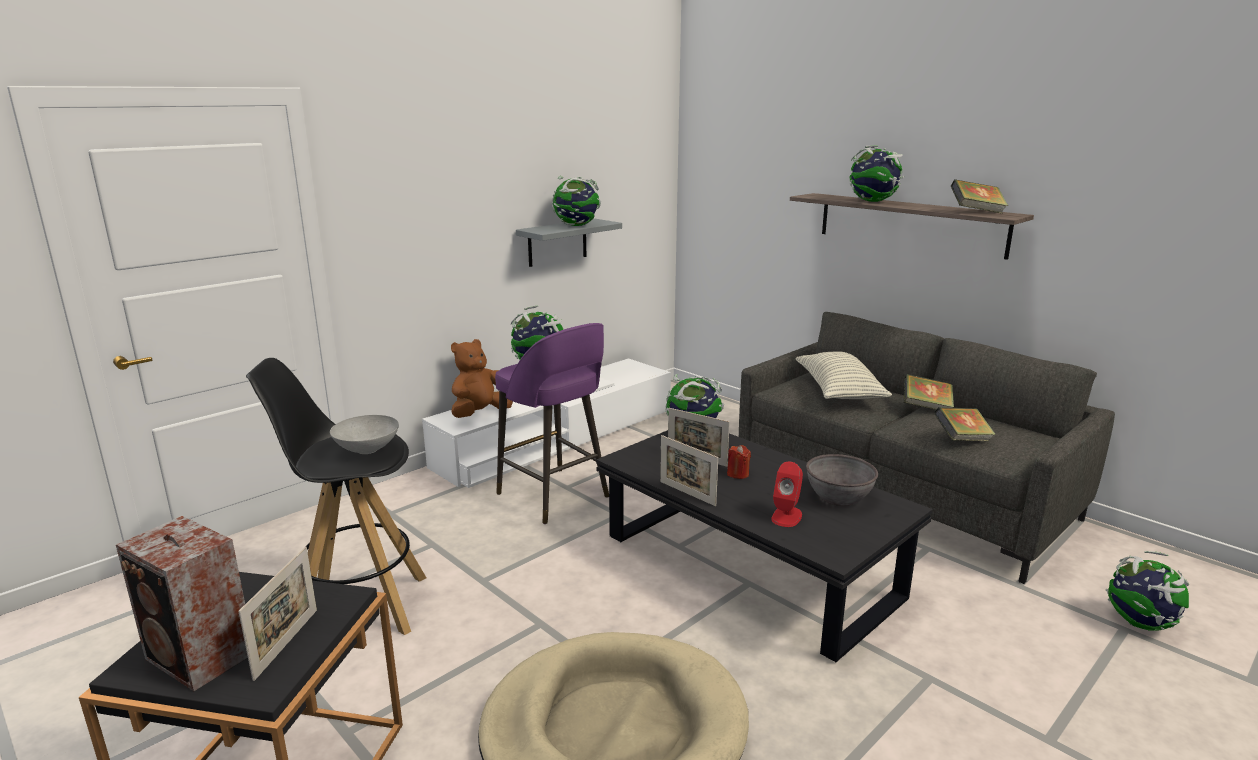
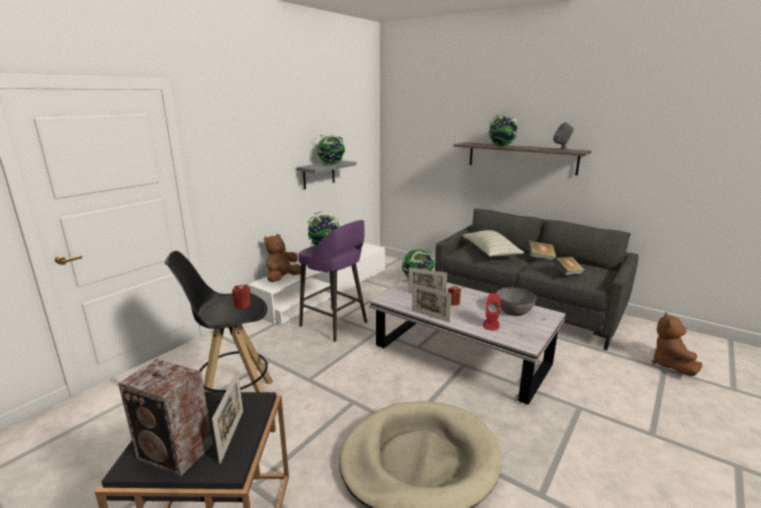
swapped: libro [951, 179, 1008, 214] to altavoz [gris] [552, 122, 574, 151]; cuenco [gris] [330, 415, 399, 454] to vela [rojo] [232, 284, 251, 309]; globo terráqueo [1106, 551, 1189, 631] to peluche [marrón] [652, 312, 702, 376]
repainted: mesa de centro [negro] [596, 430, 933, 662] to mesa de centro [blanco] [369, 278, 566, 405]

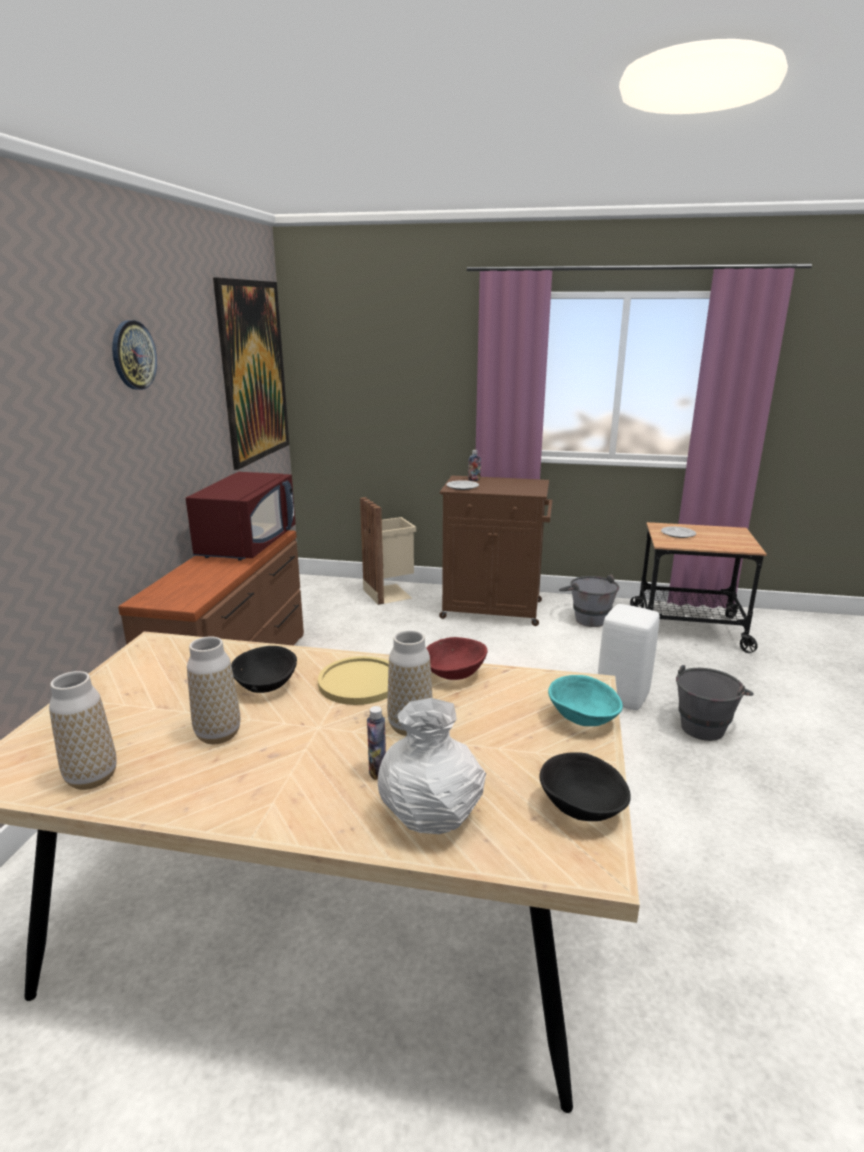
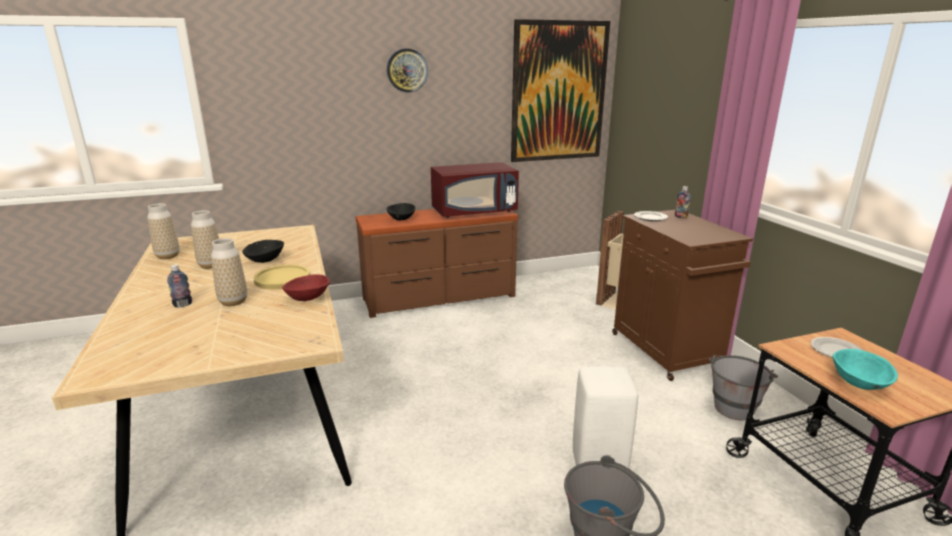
gone: florero [blanco] [378, 698, 486, 834]
shifted: cuenco [turquesa] [548, 675, 623, 726] to [833, 349, 898, 390]; cuenco [negro] [539, 752, 631, 821] to [386, 203, 416, 220]

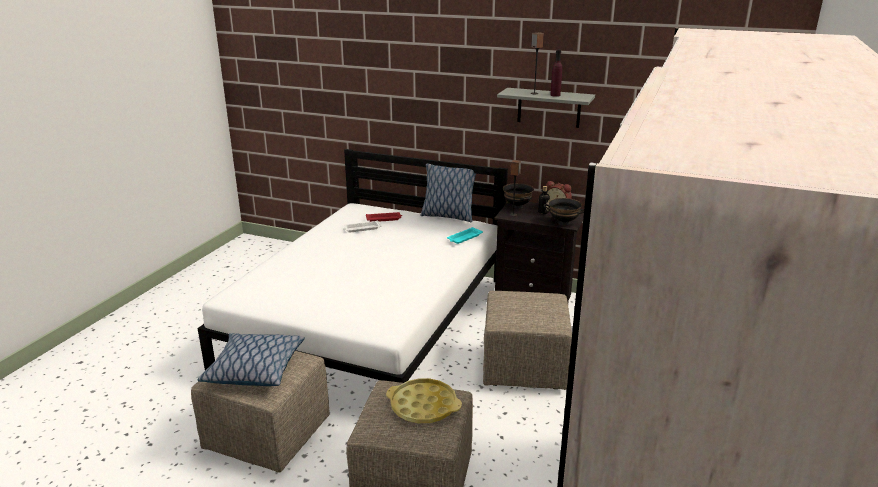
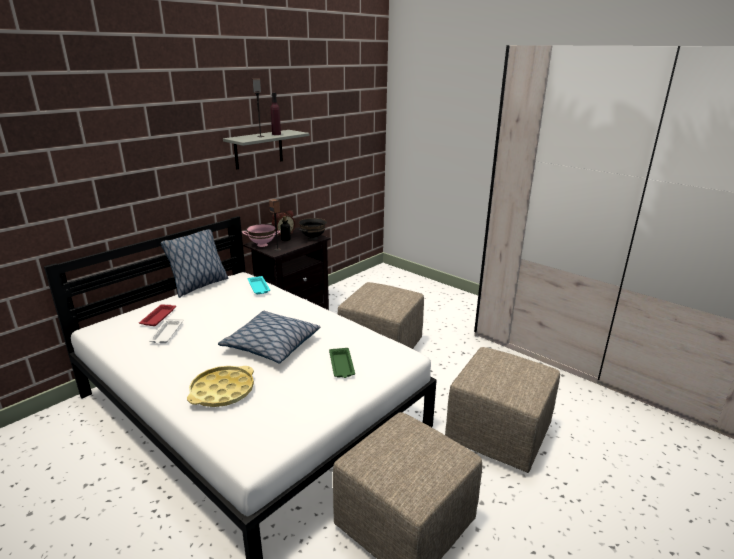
new: bandeja [verde] [329, 348, 355, 378]
shifted: cojín [198, 333, 305, 386] to [218, 311, 320, 364]; bandeja [amarillo] [386, 378, 462, 423] to [187, 366, 254, 407]
repainted: cuenco [negro] [503, 183, 534, 209] to cuenco [rosa] [242, 224, 281, 247]

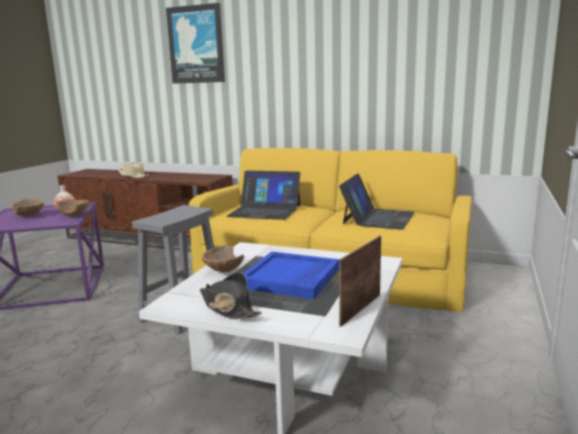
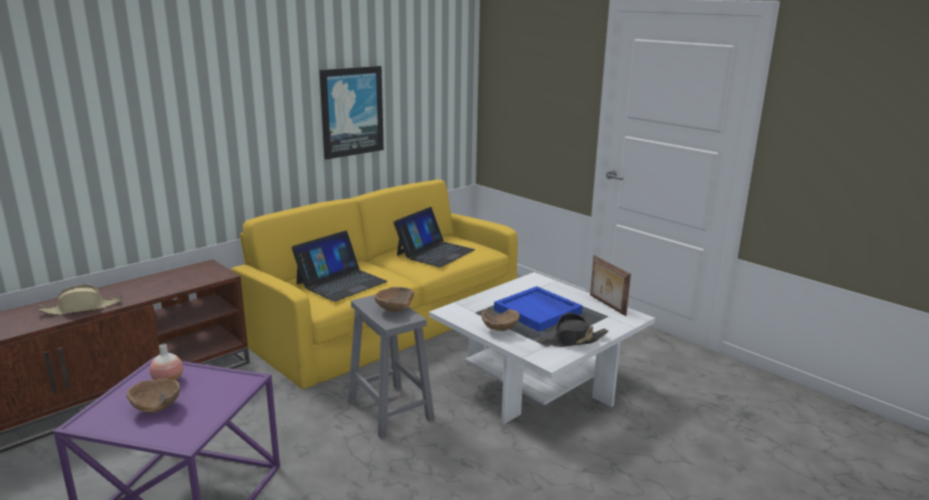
shifted: cuadro [166, 3, 225, 84] to [320, 66, 384, 160]; cuenco [marrón] [56, 199, 90, 217] to [374, 287, 414, 312]
rotated: portátil [339, 173, 414, 230] = [393, 207, 475, 267] 75 degrees clockwise

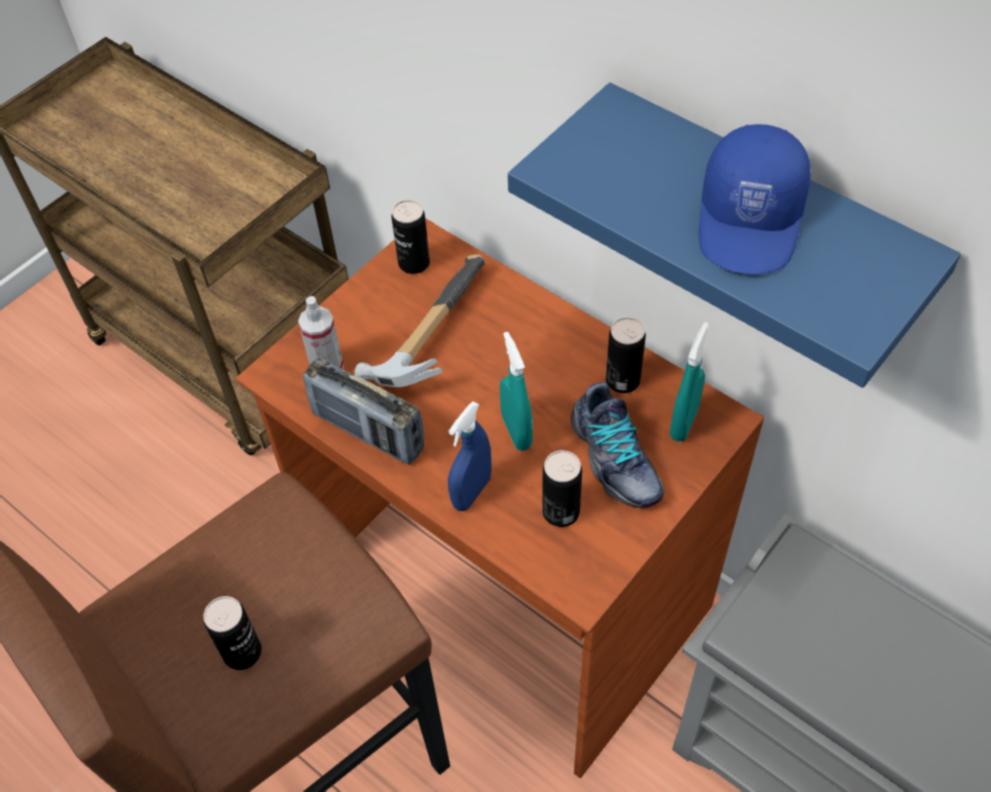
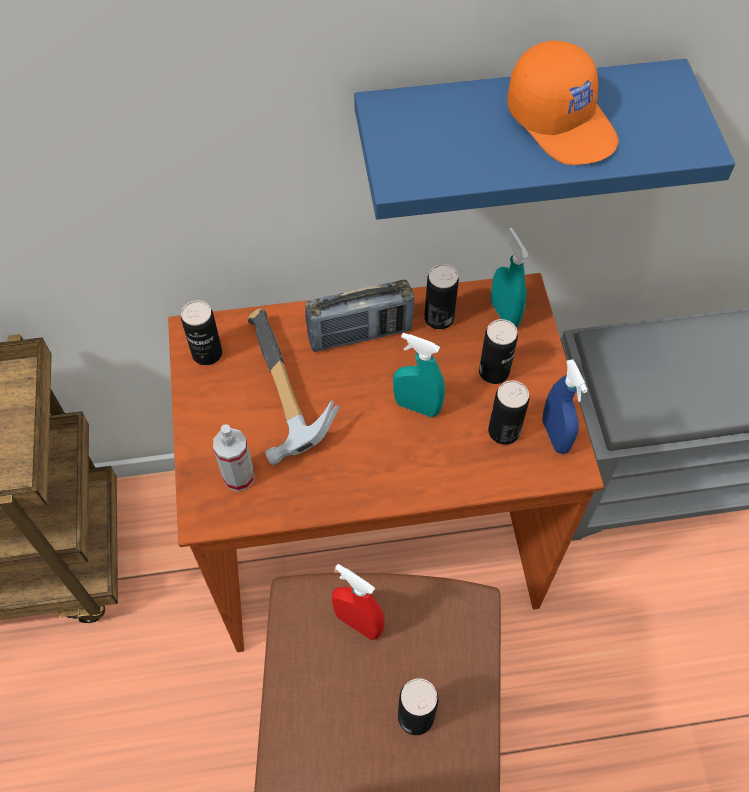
new: pulverizador [rojo] [332, 564, 385, 640]
shifted: radio [303, 358, 424, 465] to [305, 280, 414, 352]; pulverizador [azul] [448, 401, 492, 511] to [542, 359, 588, 454]
swapped: zapato [571, 382, 664, 508] to lata [479, 319, 518, 384]
repainted: gorra [azul] [699, 124, 811, 274] to gorra [naranja] [507, 40, 619, 165]

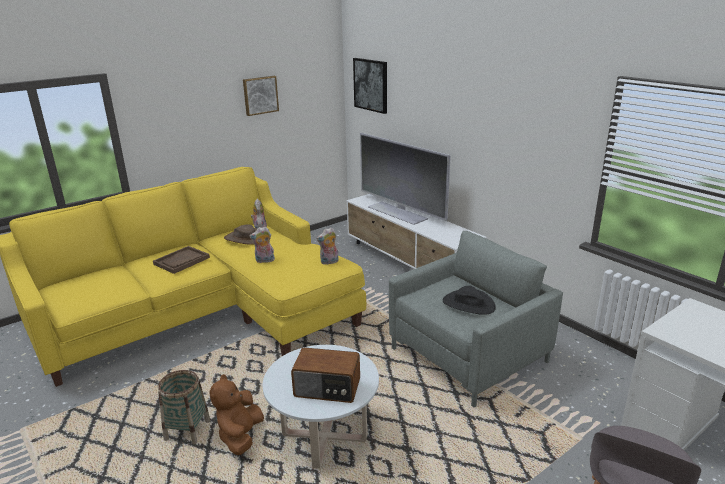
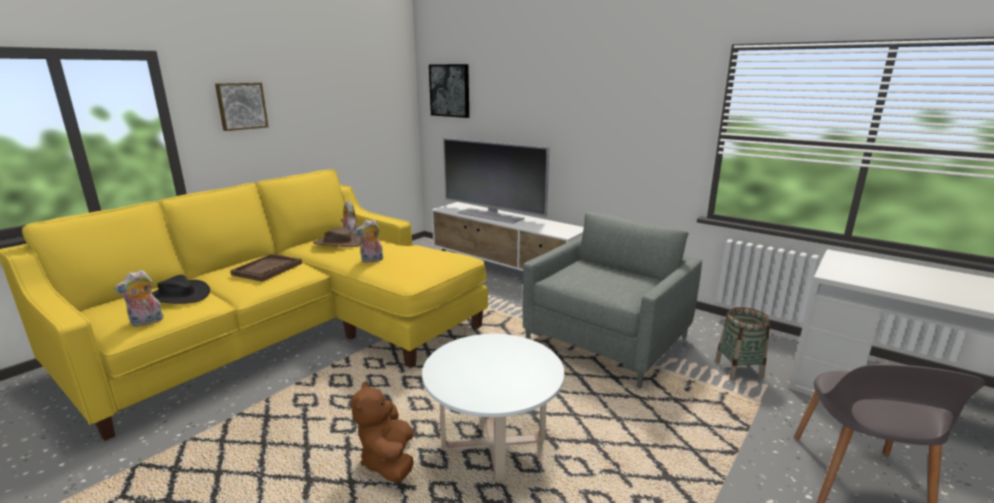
gone: radio [291, 347, 360, 403]
shifted: cuadro [243, 76, 279, 116] to [215, 83, 268, 131]; peluche [316, 227, 339, 265] to [114, 270, 164, 327]; sombrero [negro] [443, 286, 496, 315] to [152, 275, 210, 304]; cesta [158, 370, 210, 444] to [715, 307, 770, 380]

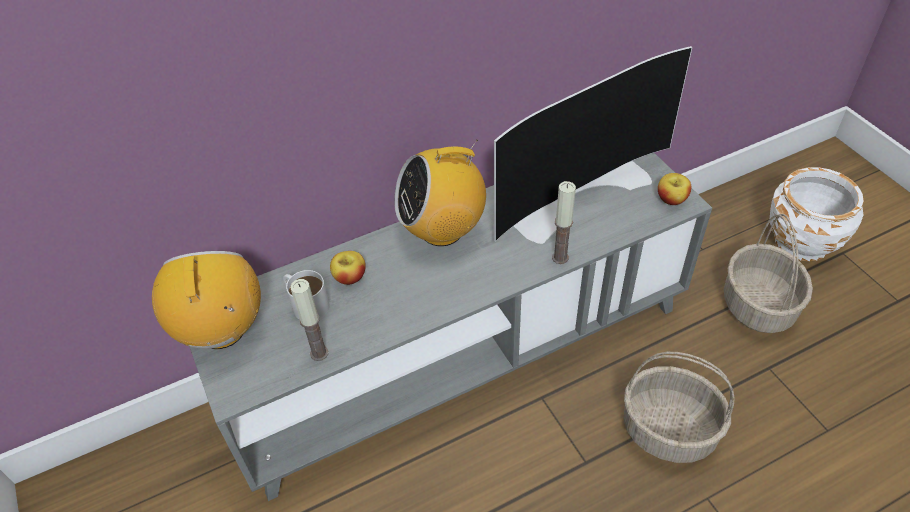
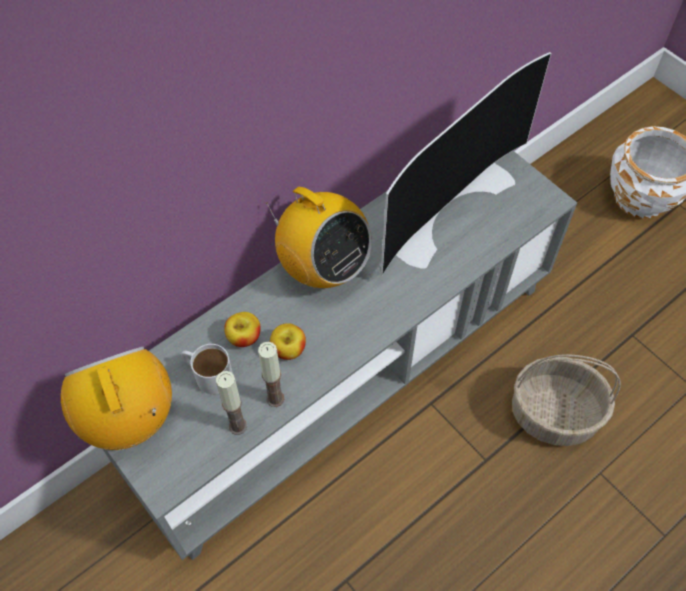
gone: cesta [724, 214, 813, 333]
shifted: manzana [658, 173, 691, 205] to [270, 323, 306, 360]; vela [552, 181, 576, 264] to [258, 342, 285, 407]
rotated: radio [394, 139, 486, 246] = [266, 187, 372, 288] 105 degrees counterclockwise

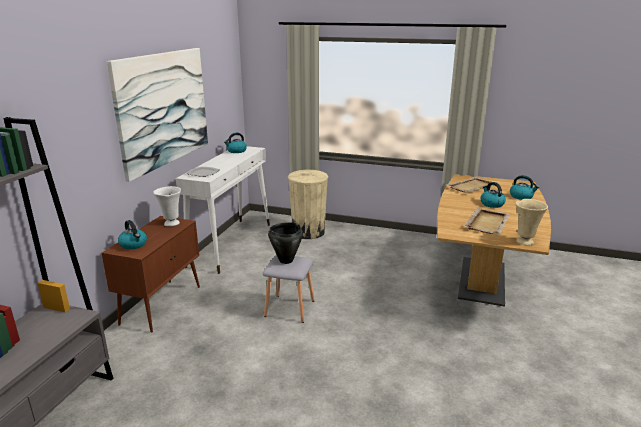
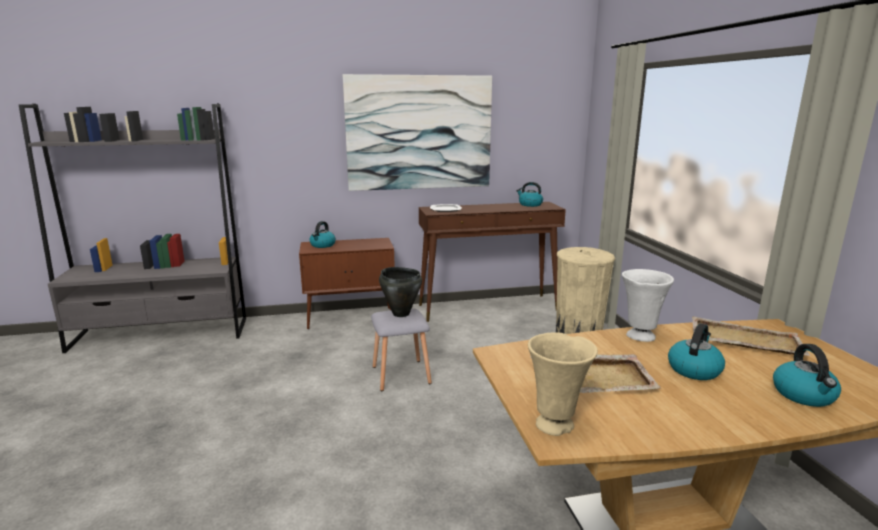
shifted: florero [blanco] [153, 186, 181, 226] to [622, 269, 674, 342]
repainted: mesa consola [blanco] [176, 146, 270, 274] to mesa consola [marrón] [419, 202, 566, 322]

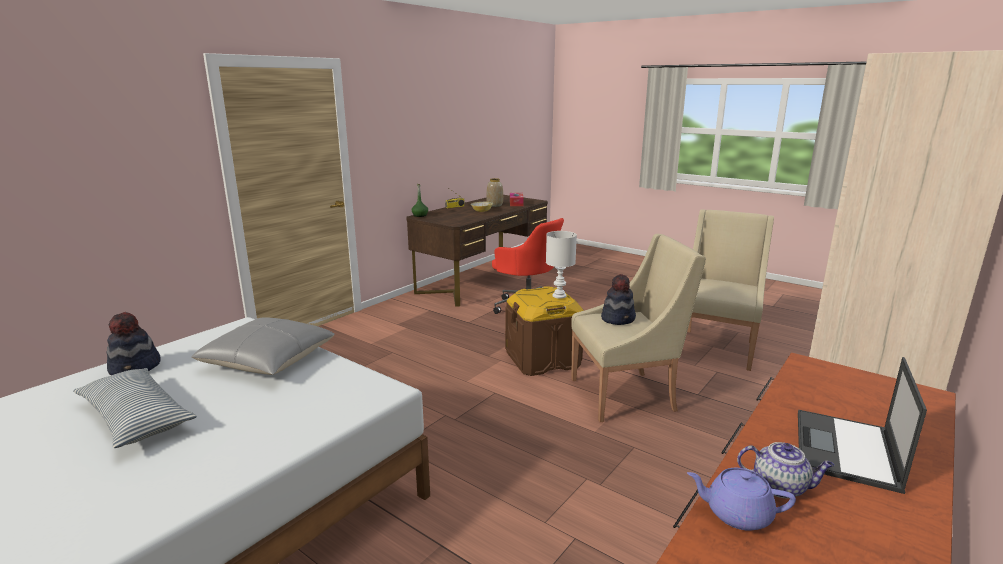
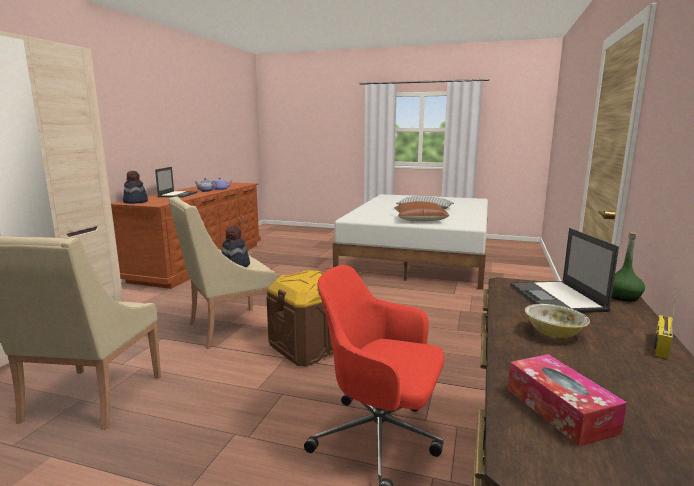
gone: florero [486, 178, 503, 207]; lámpara de mesa [blanco] [546, 231, 577, 299]
new: portátil [510, 228, 619, 313]
shifted: sombrero [107, 312, 160, 375] to [123, 171, 148, 204]
repainted: cojín [gris] [191, 317, 335, 375] to cojín [marrón] [394, 201, 449, 221]

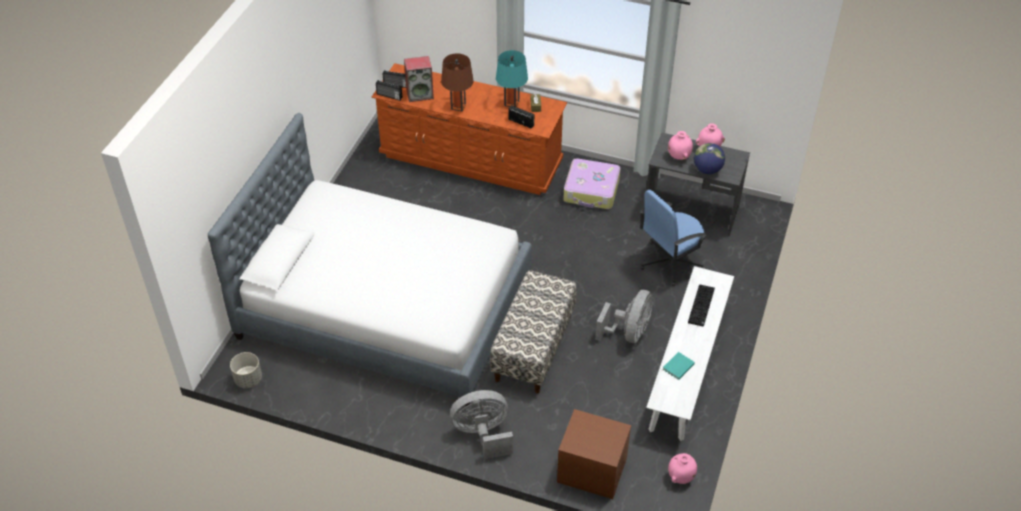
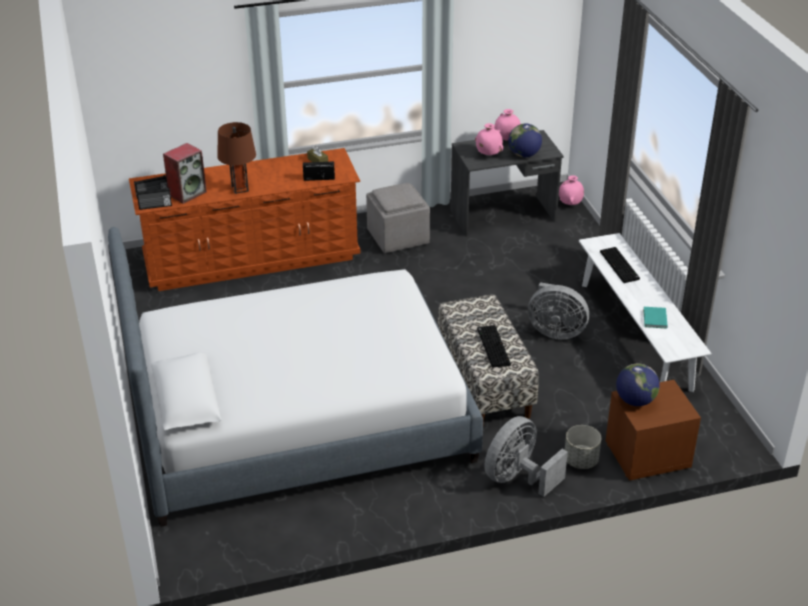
gone: lámpara de mesa [turquesa] [496, 50, 528, 107]; silla de oficina [azul] [640, 190, 708, 286]
new: teclado [477, 325, 511, 367]; globo terráqueo [616, 363, 660, 406]
shifted: maceta [gris] [230, 352, 262, 388] to [565, 425, 601, 469]; florero [rosa] [668, 453, 697, 484] to [559, 175, 584, 205]
swapped: maleta [563, 158, 620, 209] to puf [gris] [366, 183, 430, 253]
rotated: ventilador [gris] [595, 290, 652, 343] = [528, 282, 589, 340] 120 degrees clockwise

